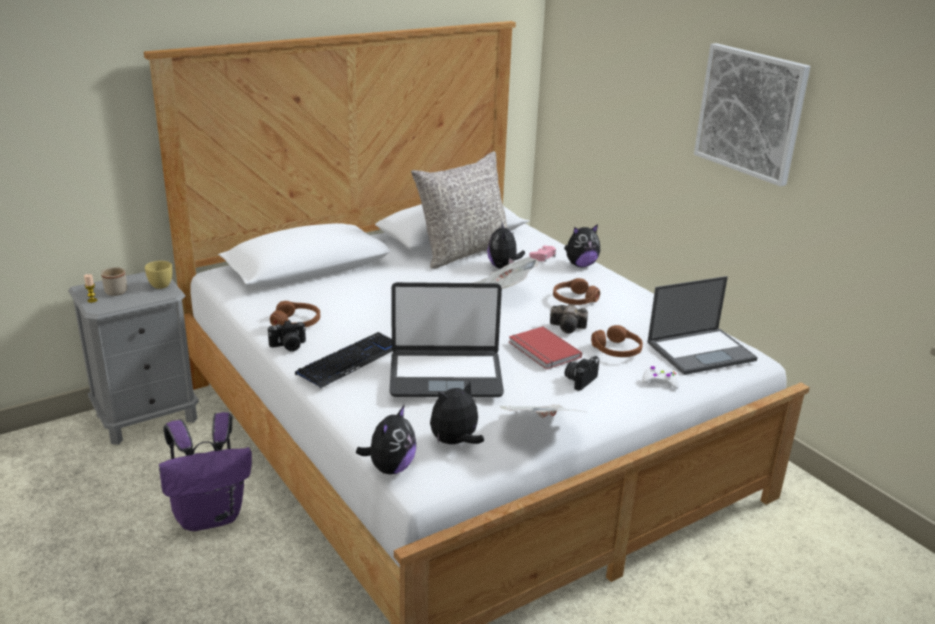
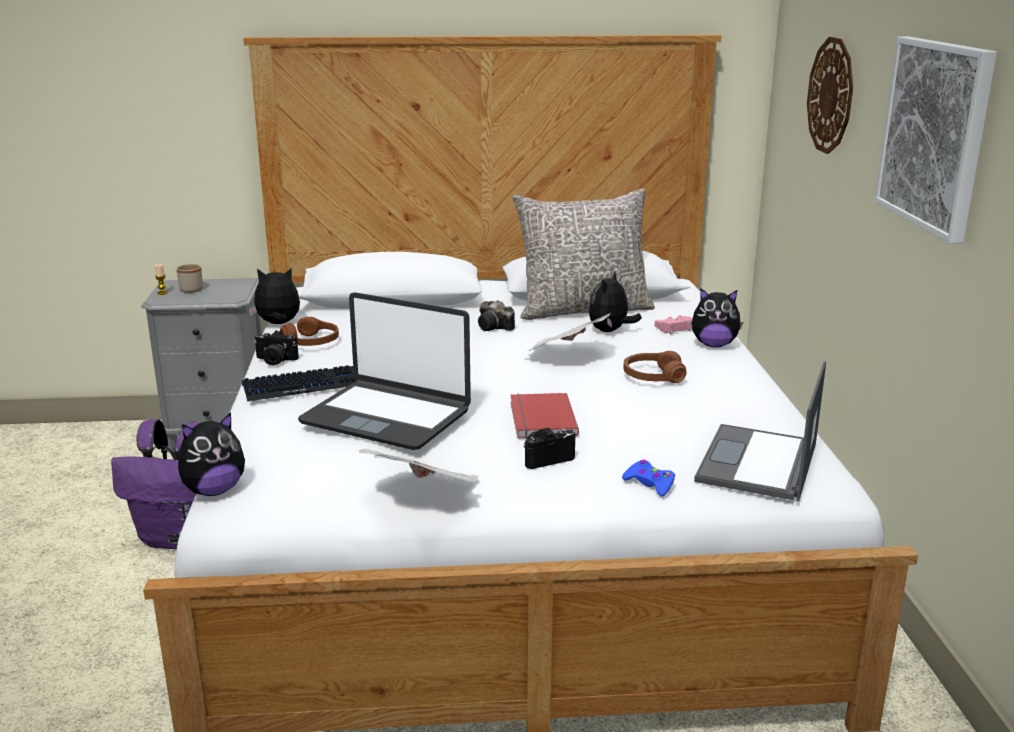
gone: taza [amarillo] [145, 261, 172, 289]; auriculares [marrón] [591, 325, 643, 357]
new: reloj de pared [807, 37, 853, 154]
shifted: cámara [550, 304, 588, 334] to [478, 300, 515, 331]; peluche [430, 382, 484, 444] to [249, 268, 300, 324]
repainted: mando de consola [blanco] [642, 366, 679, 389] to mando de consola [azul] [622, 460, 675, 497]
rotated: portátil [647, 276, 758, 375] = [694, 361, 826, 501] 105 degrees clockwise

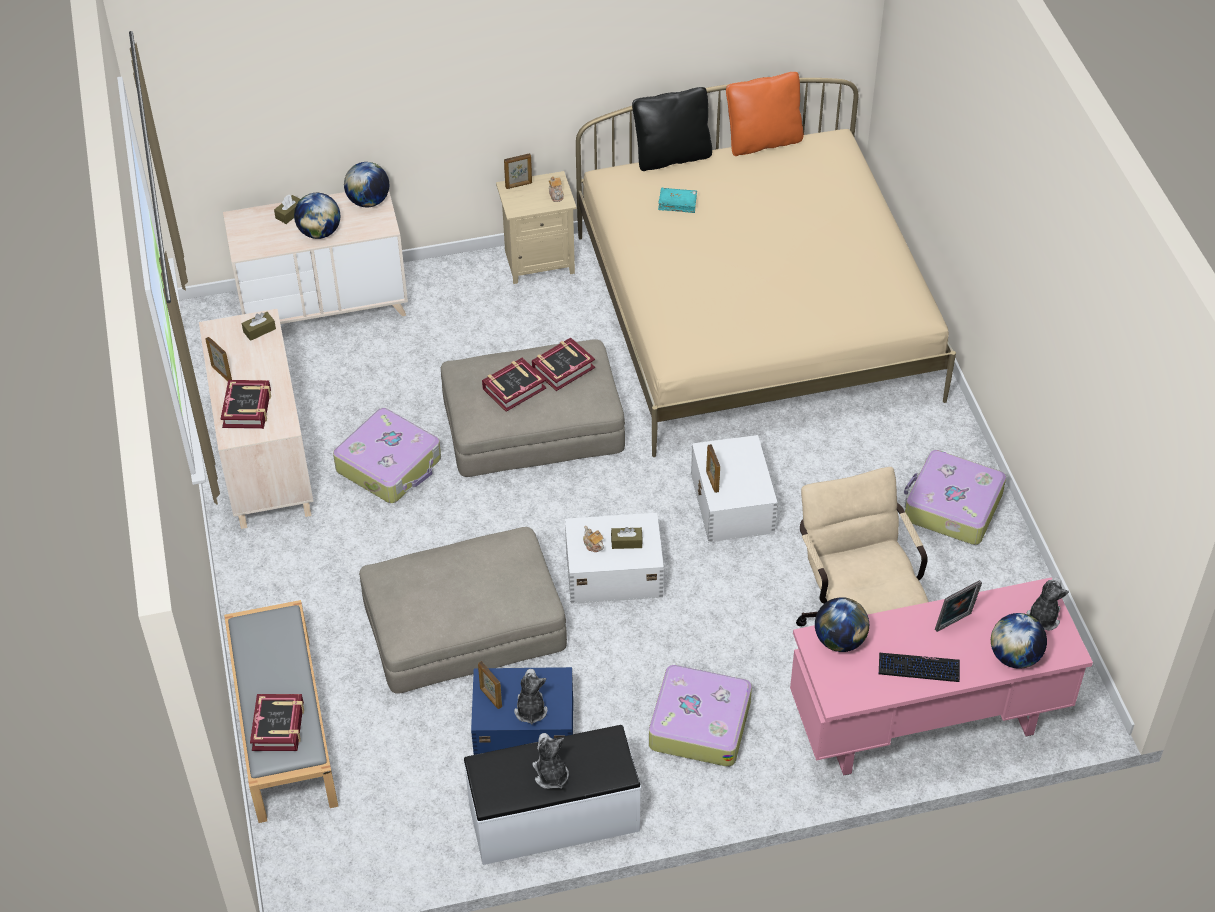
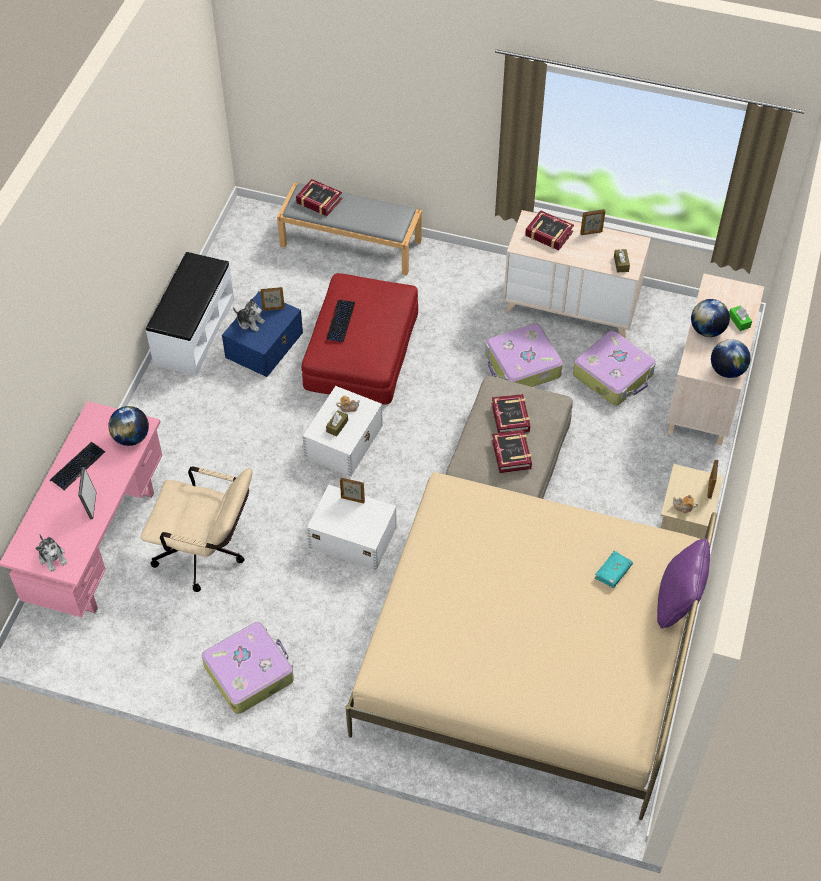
gone: cojín [naranja] [726, 72, 803, 156]; globo terráqueo [991, 613, 1047, 669]; peluche [532, 733, 569, 789]
new: teclado [327, 300, 355, 342]
shifted: maleta [649, 664, 752, 767] to [573, 331, 656, 405]
repainted: cojín [negro] [632, 87, 712, 171] to cojín [morado] [657, 538, 710, 629]; caja de pañuelos [marrón] [274, 195, 300, 224] to caja de pañuelos [verde] [729, 305, 752, 331]; puf [beis] [359, 527, 567, 694] to puf [rojo] [301, 273, 418, 405]

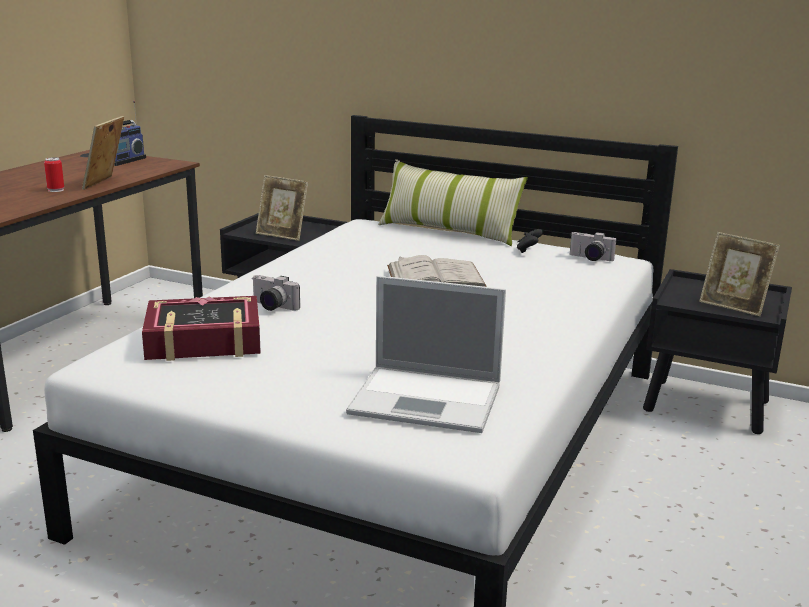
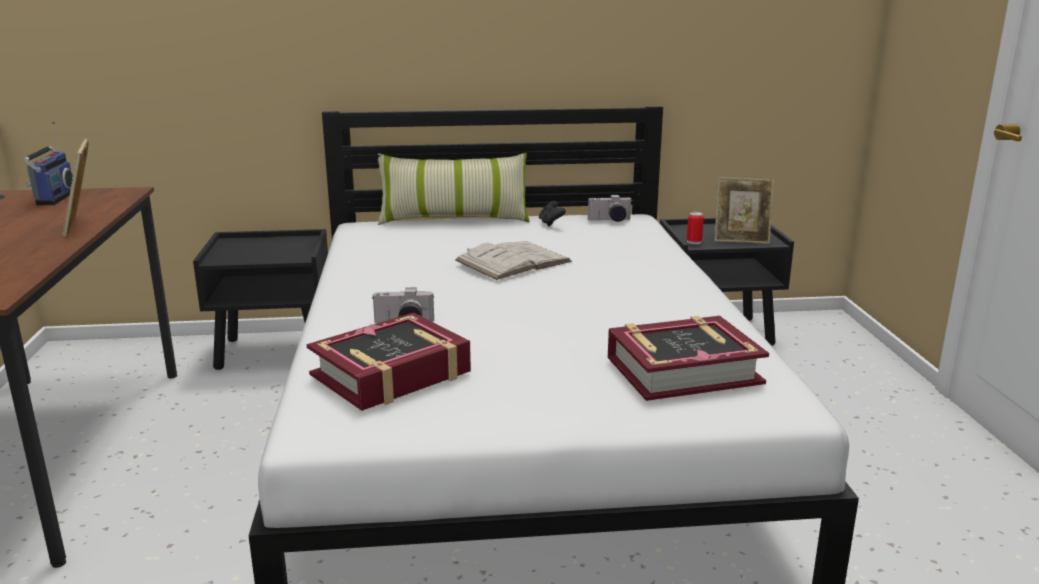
gone: portarretratos [256, 175, 308, 241]
shifted: lata [44, 157, 64, 192] to [687, 212, 704, 244]
swapped: portátil [346, 276, 506, 433] to libro [608, 316, 769, 401]

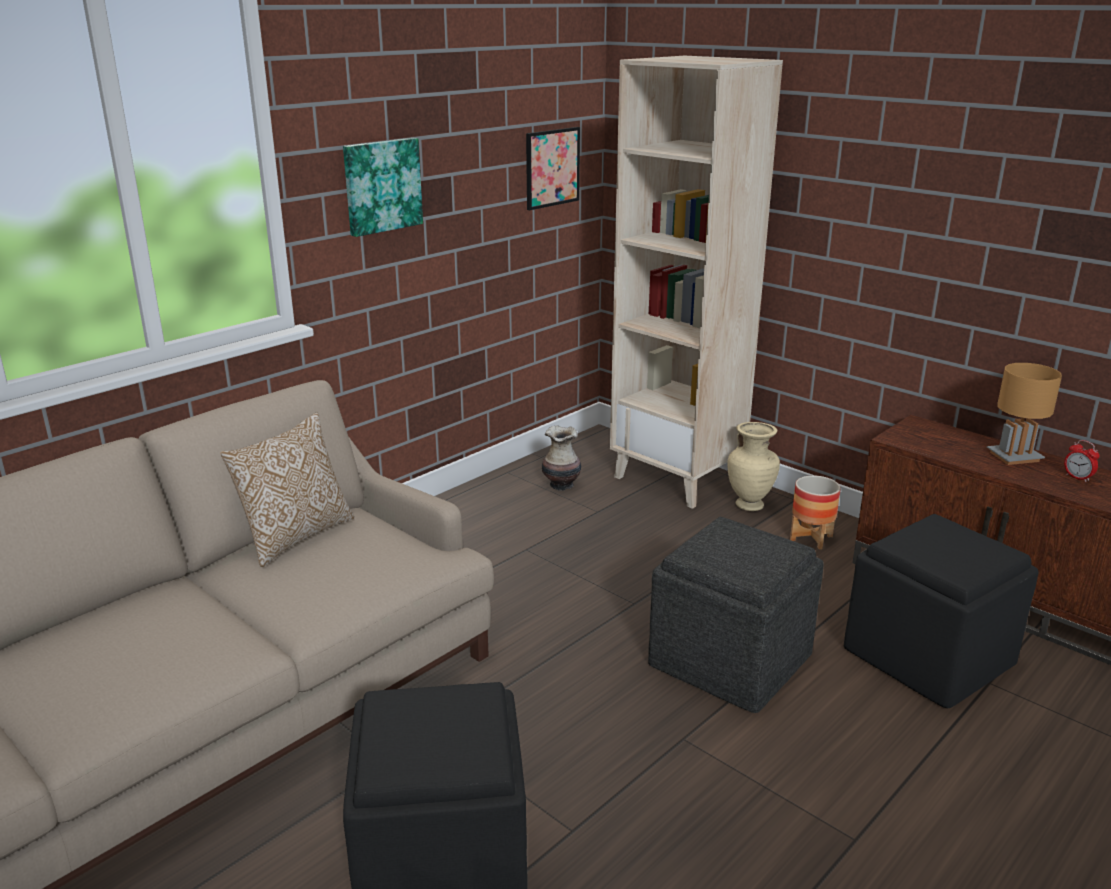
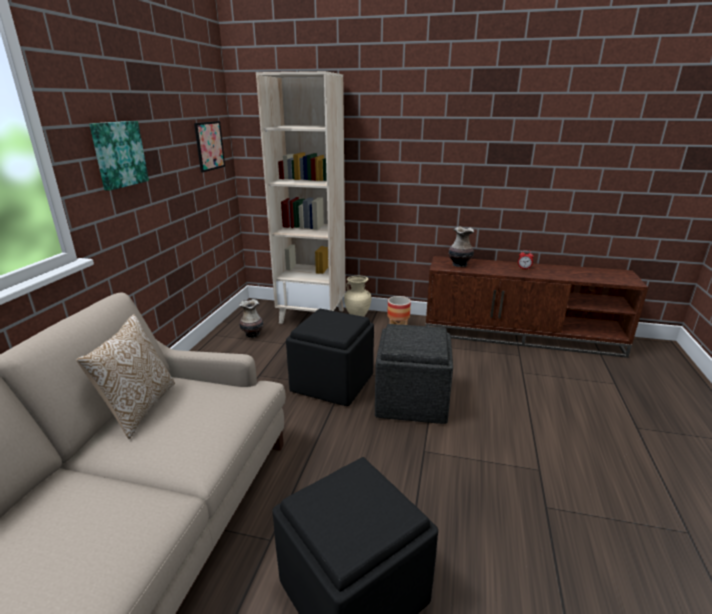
gone: lámpara de mesa [marrón] [987, 363, 1062, 465]
new: florero [449, 226, 474, 267]
shifted: puf [negro] [844, 514, 1039, 708] to [286, 309, 374, 406]

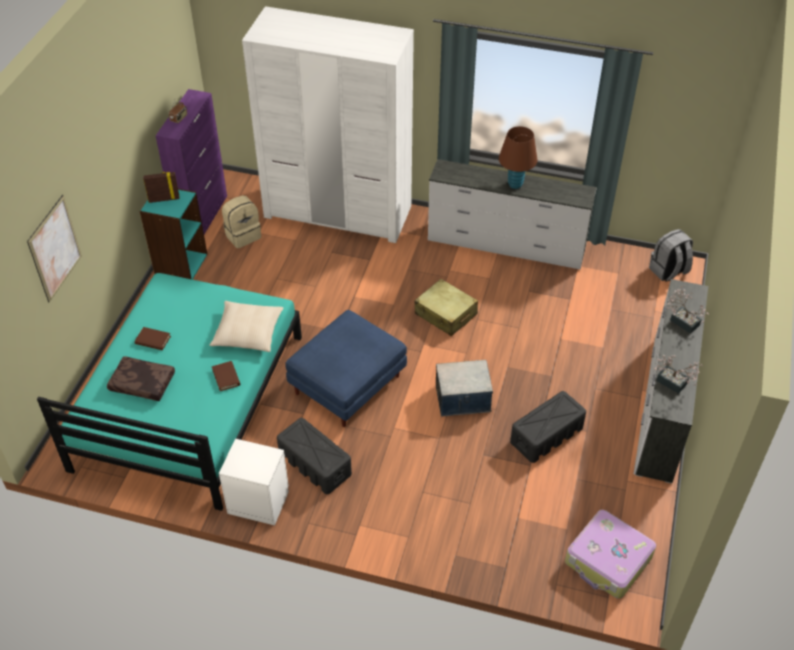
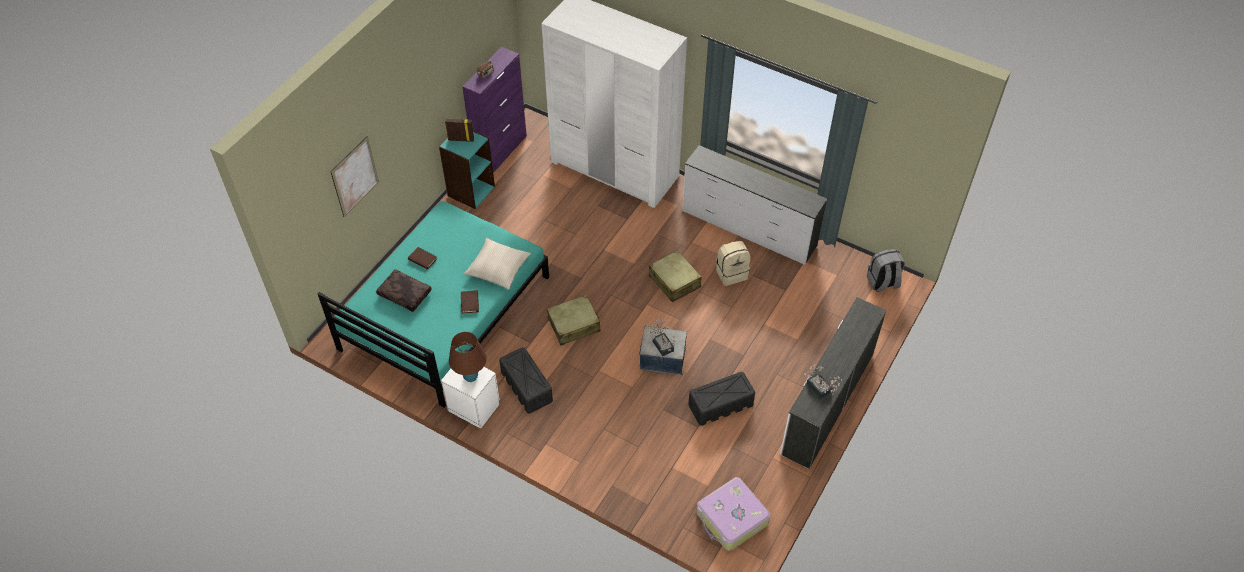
shifted: lámpara de mesa [marrón] [499, 126, 537, 189] to [449, 332, 487, 382]; mochila [beis] [222, 195, 261, 248] to [716, 241, 751, 286]; planta en maceta [667, 286, 708, 333] to [647, 317, 678, 356]
swapped: puf [azul] [285, 310, 407, 427] to maleta [beis] [547, 295, 601, 345]

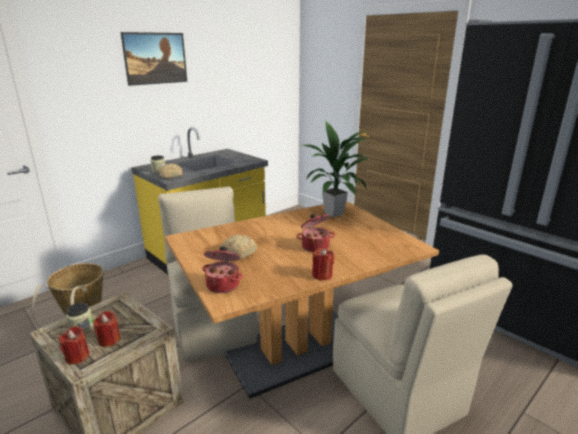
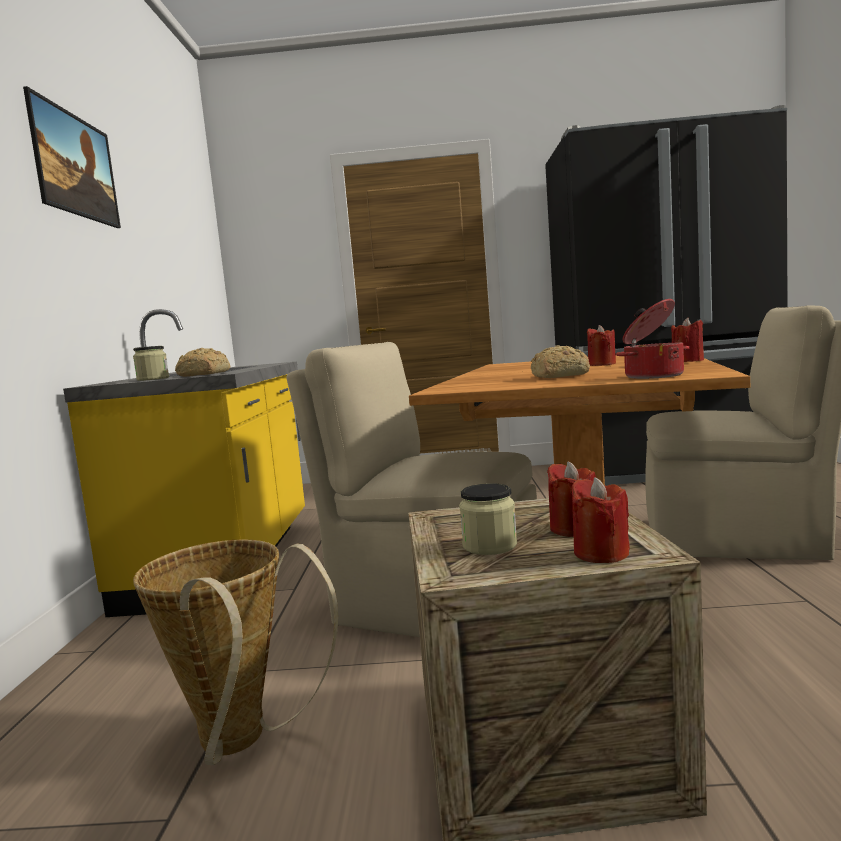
gone: planta en maceta [301, 121, 370, 217]
swapped: olla [296, 214, 335, 252] to vela [rojo] [587, 325, 616, 366]

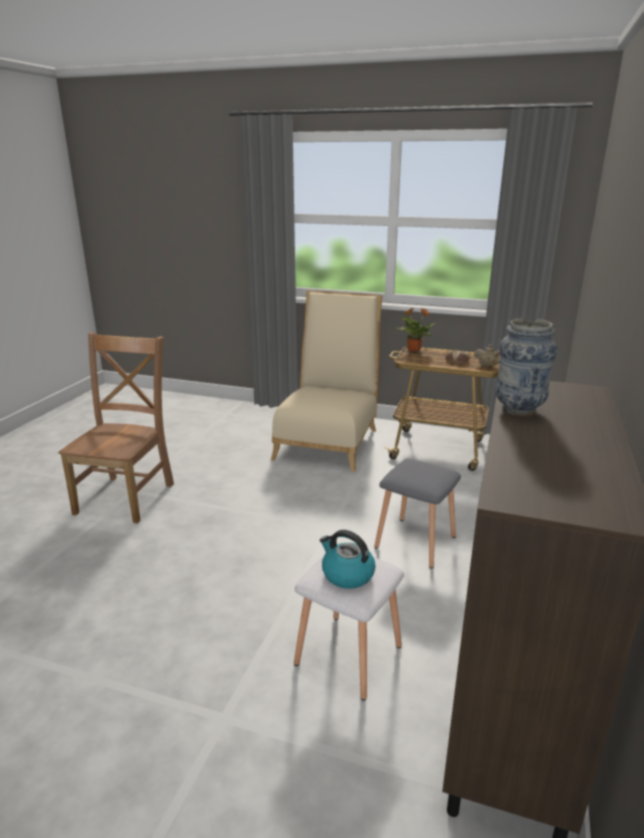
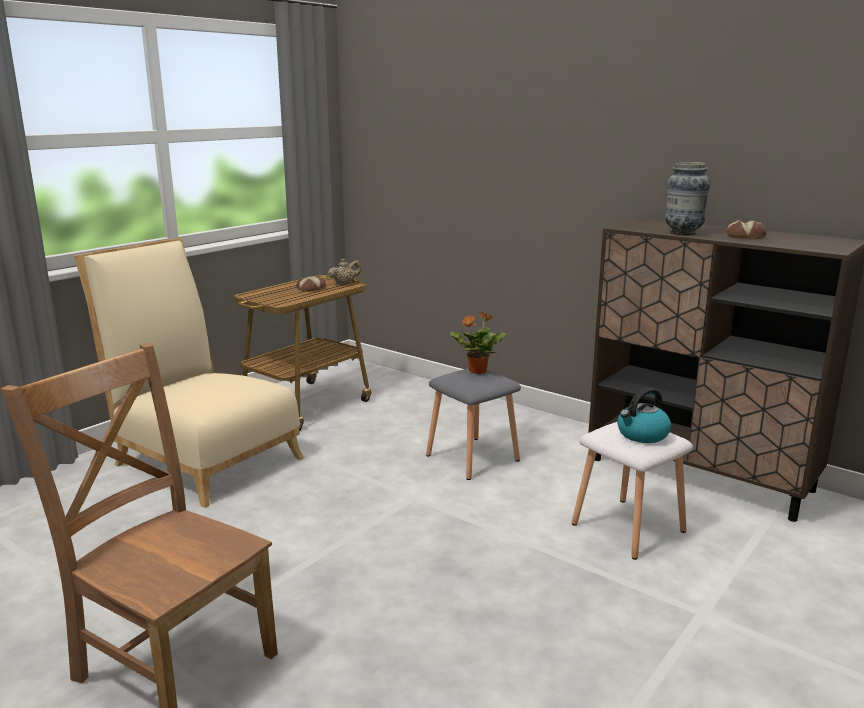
new: pan [726, 220, 767, 239]
shifted: planta en maceta [396, 308, 435, 351] to [450, 311, 506, 374]

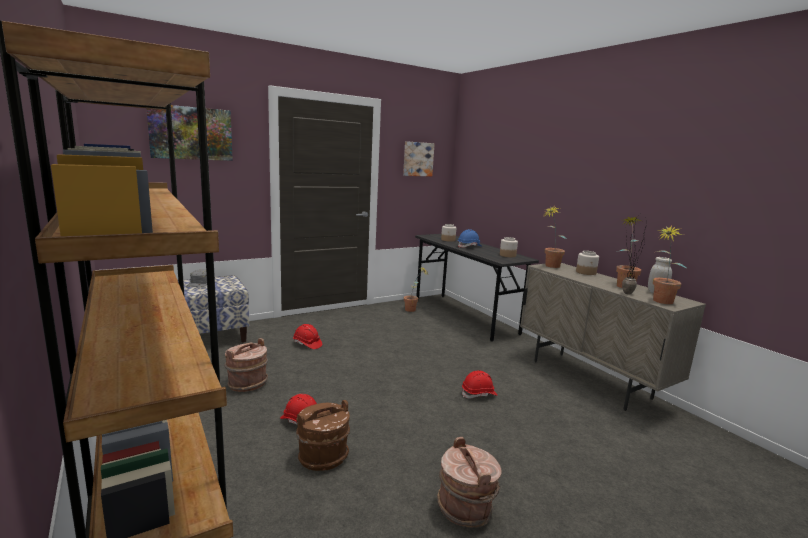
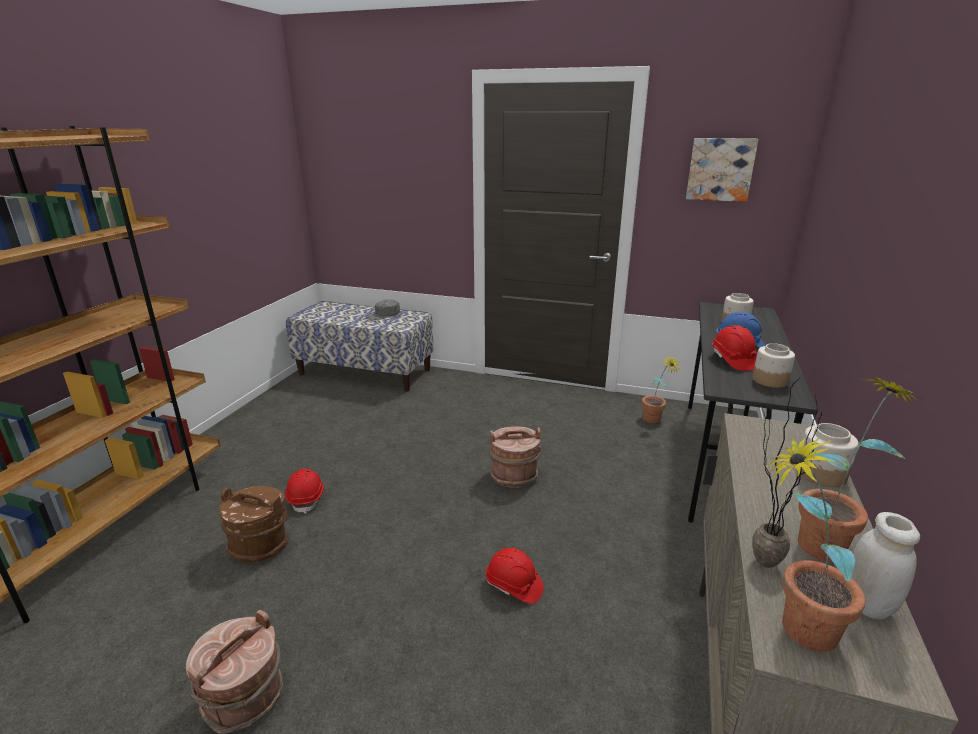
gone: cuadro [146, 105, 233, 161]; planta en maceta [545, 207, 566, 268]
shifted: casco [rojo] [293, 324, 322, 349] to [711, 325, 757, 371]; cubo [marrón] [225, 338, 268, 392] to [489, 426, 542, 488]

